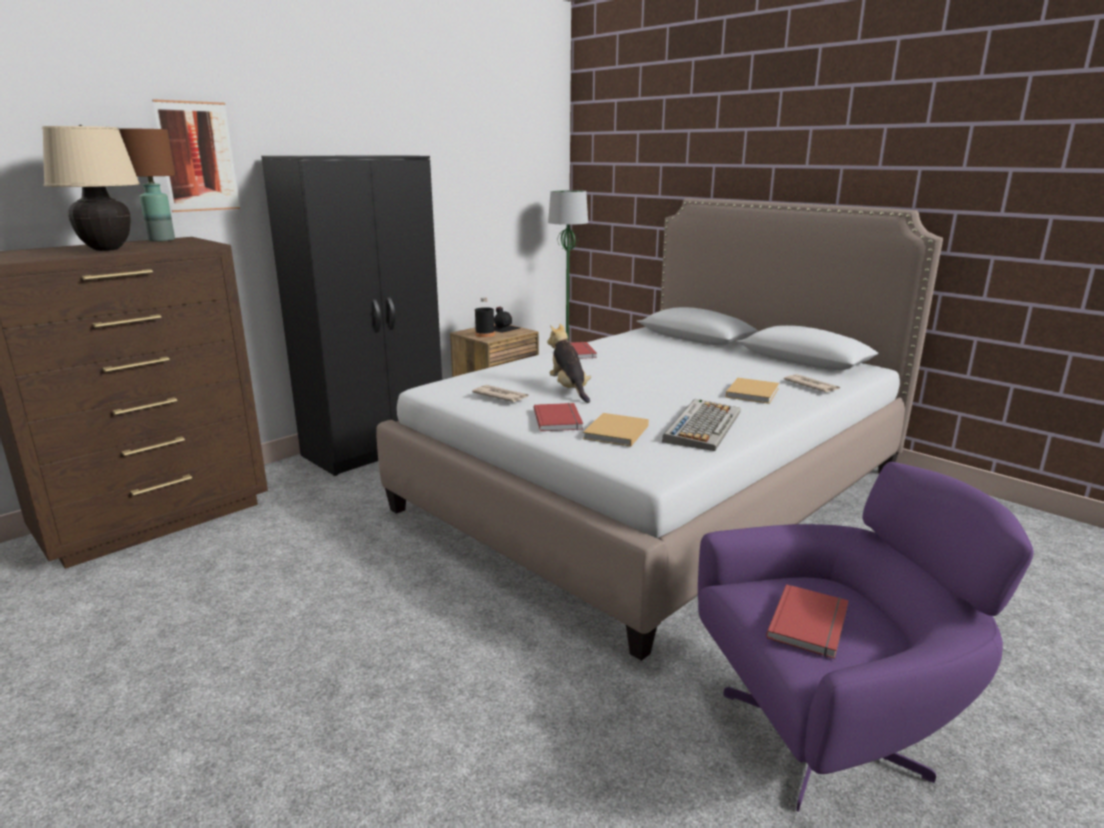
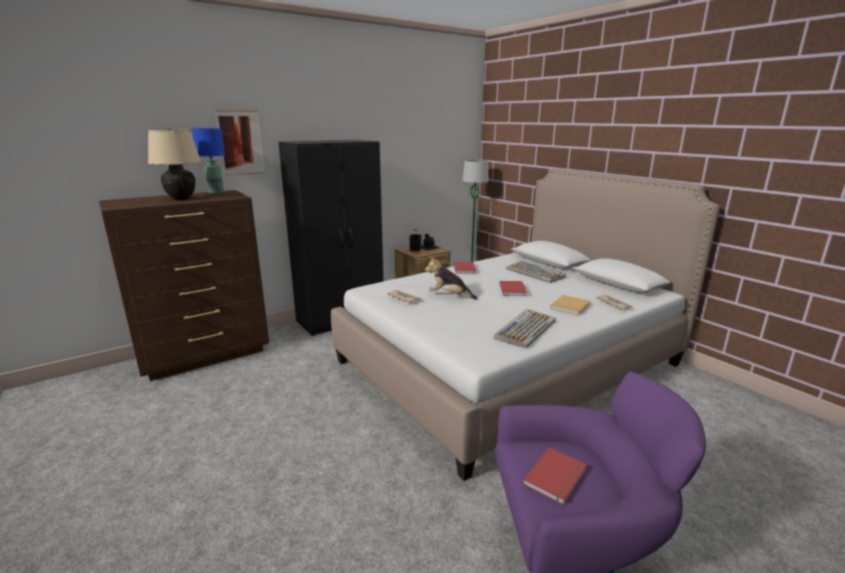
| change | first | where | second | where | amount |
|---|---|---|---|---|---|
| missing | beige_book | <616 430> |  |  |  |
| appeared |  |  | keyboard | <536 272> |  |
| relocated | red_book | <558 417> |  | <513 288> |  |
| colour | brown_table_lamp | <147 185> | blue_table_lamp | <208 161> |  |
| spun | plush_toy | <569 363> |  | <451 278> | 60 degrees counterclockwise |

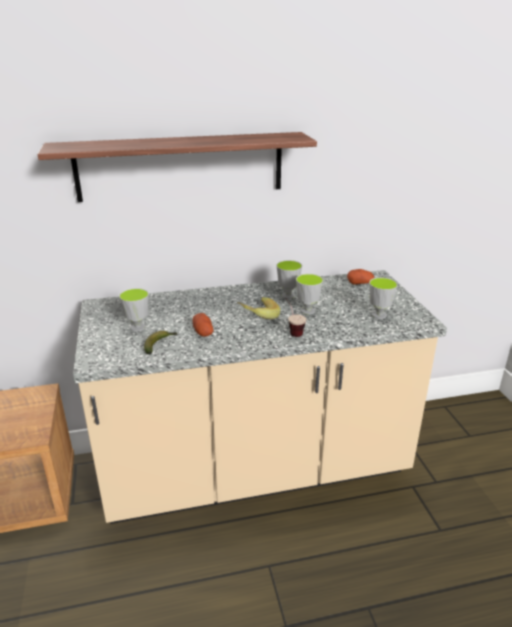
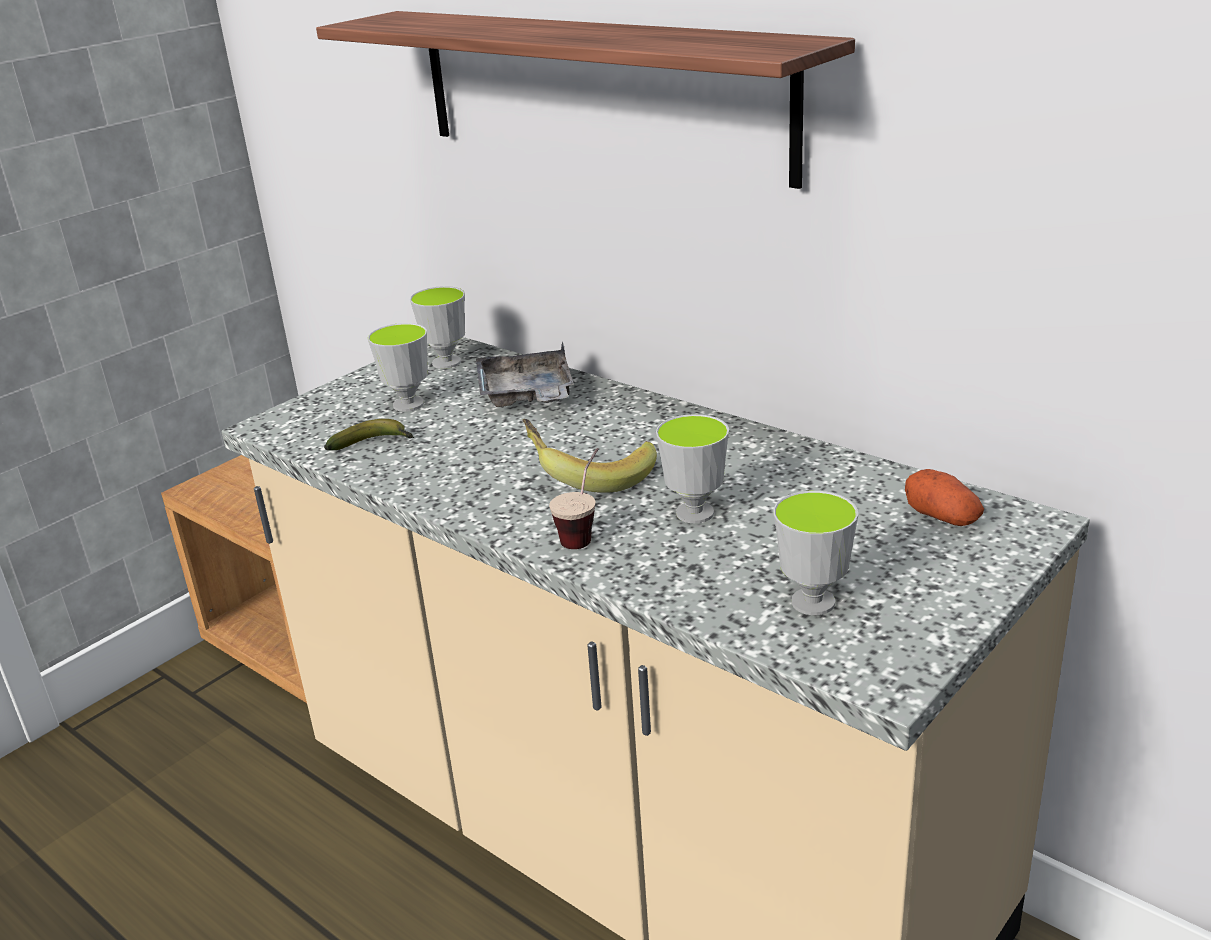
| change | first | where | second | where | amount |
|---|---|---|---|---|---|
| missing | potato | <203 325> |  |  |  |
| appeared |  |  | grey_tray | <525 374> |  |
| relocated | cup | <289 279> |  | <437 327> |  |

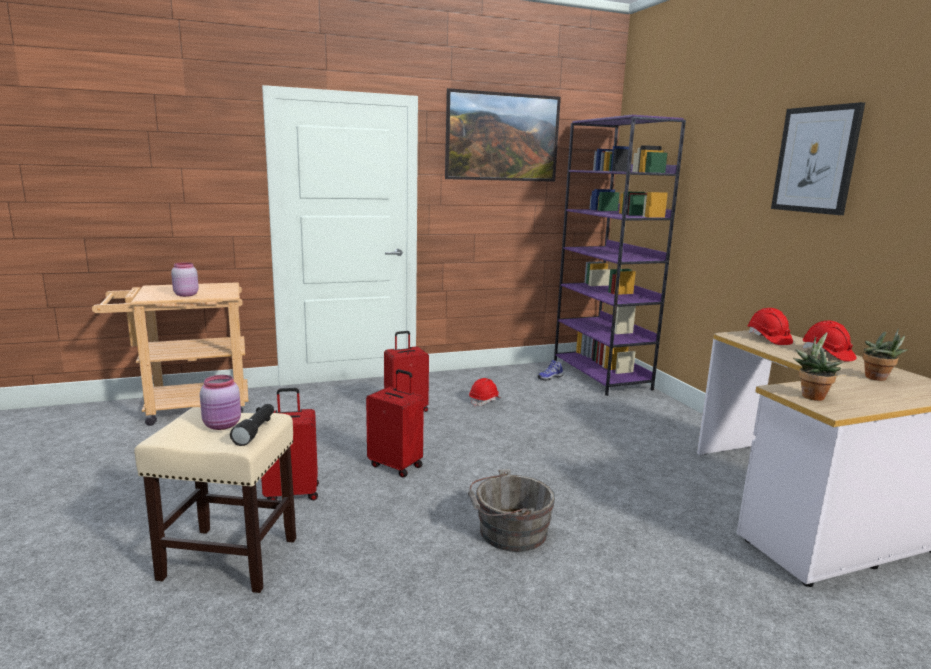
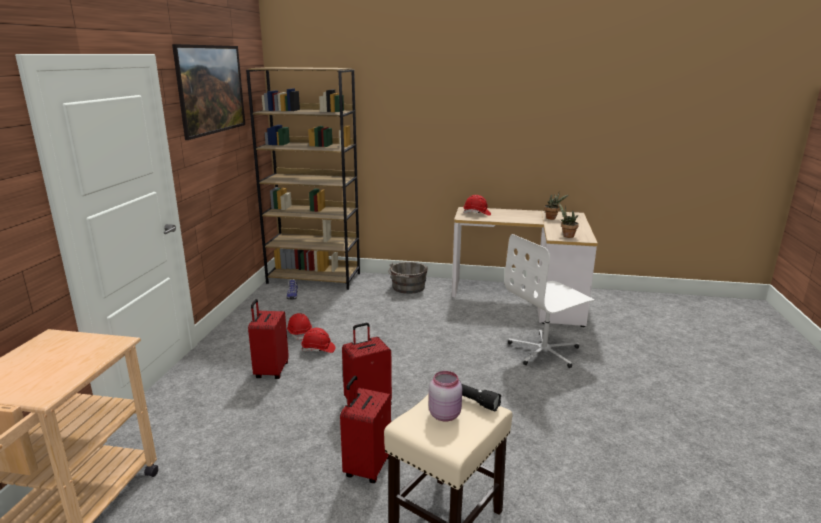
| change | first | where | second | where | amount |
|---|---|---|---|---|---|
| missing | pink_jar | <185 279> |  |  |  |
| missing | picture | <818 158> |  |  |  |
| appeared |  |  | white_office_chair | <549 301> |  |
| relocated | grey_bucket | <511 510> |  | <408 278> |  |
| relocated | red_hard_hat | <829 341> |  | <318 340> |  |
| colour | purple_bookcase | <620 255> | brown_bookcase | <303 178> |  |

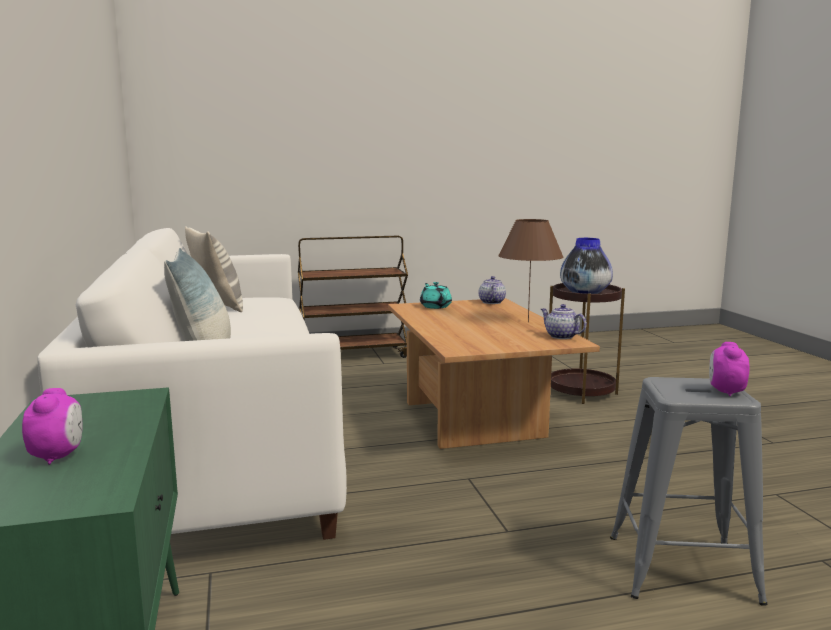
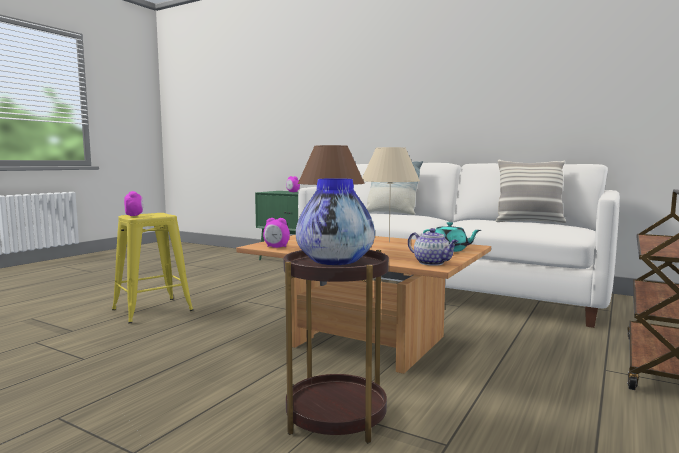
| change | first | where | second | where | amount |
|---|---|---|---|---|---|
| appeared |  |  | beige_table_lamp | <391 194> |  |
| exchanged | teapot | <564 321> | alarm_clock | <276 233> |  |
| colour | grey_stool | <688 491> | yellow_stool | <152 268> |  |

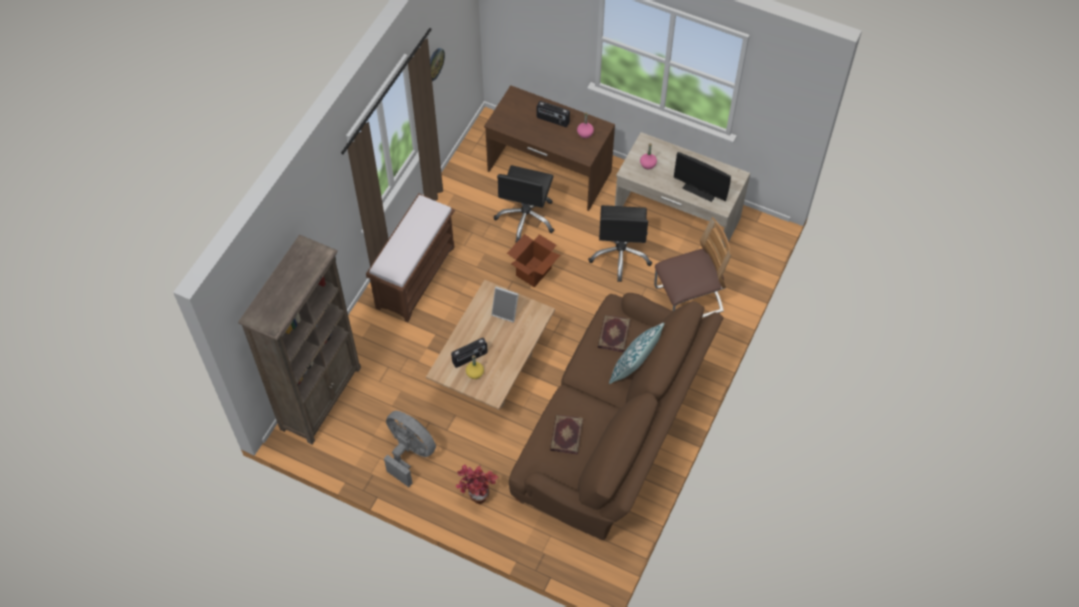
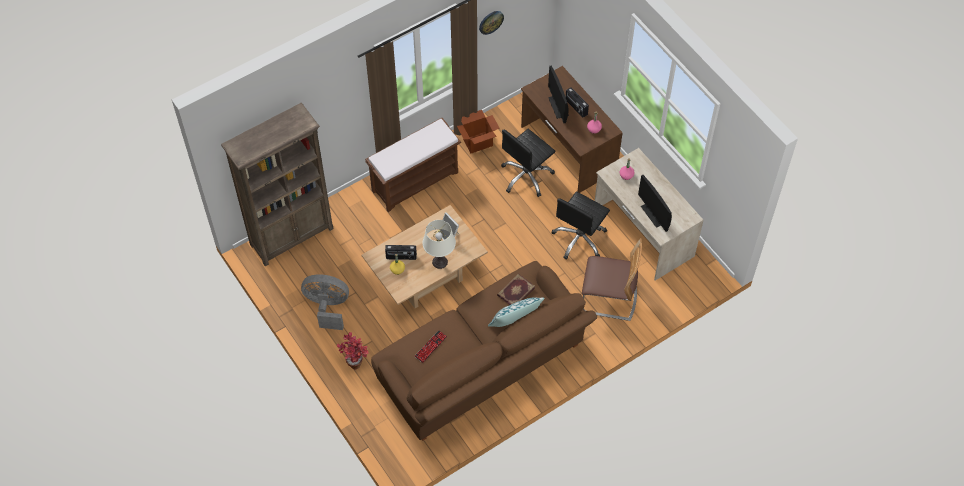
| change | first | where | second | where | amount |
|---|---|---|---|---|---|
| appeared |  |  | white_table_lamp | <439 244> |  |
| appeared |  |  | monitor | <558 94> |  |
| relocated | cardboard_box | <533 260> |  | <478 131> |  |
| exchanged | book | <566 434> | keyboard | <430 346> |  |
| spun | grey_fan | <410 449> |  | <325 302> | 60 degrees counterclockwise |

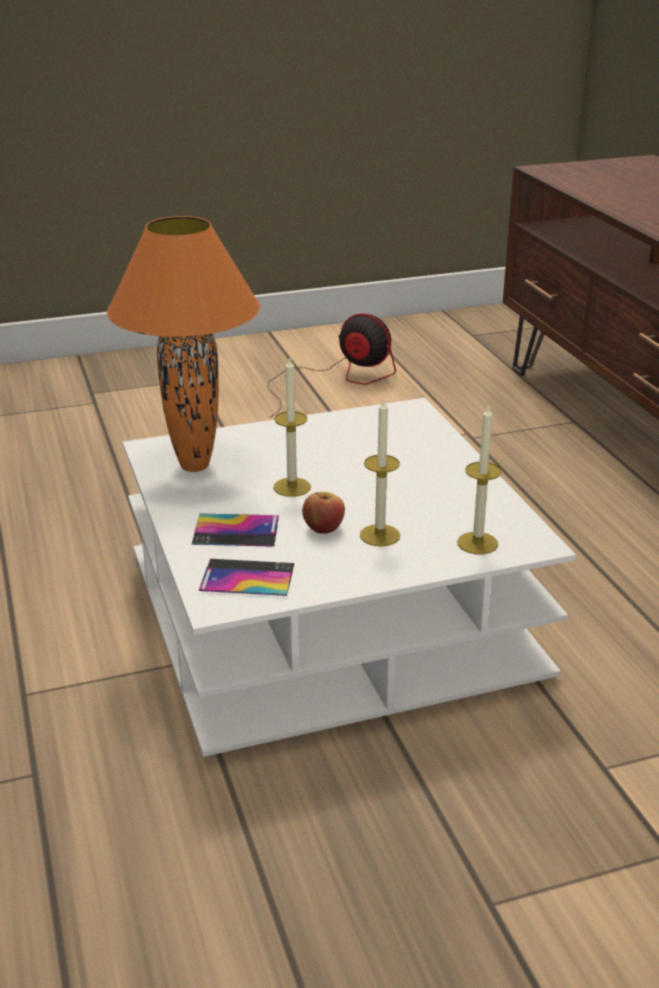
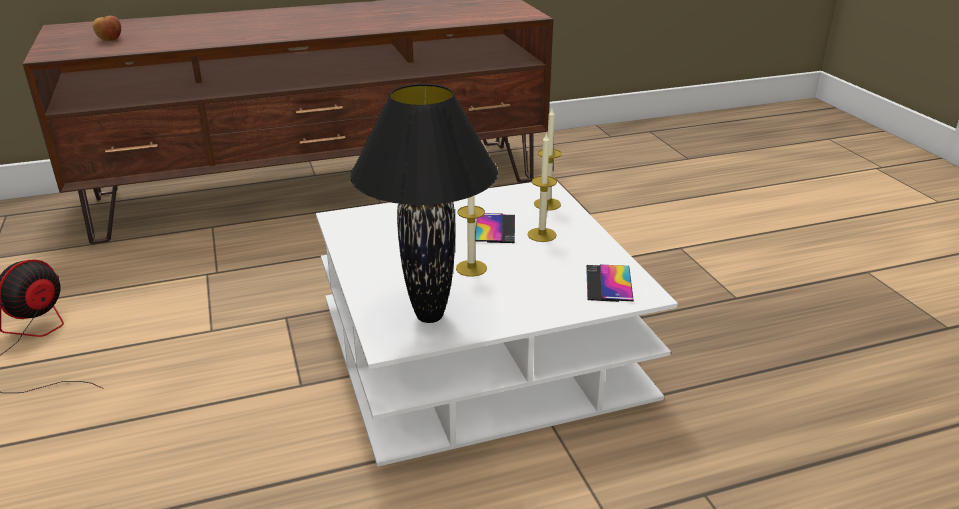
| change | first | where | second | where | amount |
|---|---|---|---|---|---|
| relocated | phone | <235 530> |  | <495 228> |  |
| relocated | apple | <323 513> |  | <107 28> |  |
| colour | orange_table_lamp | <183 344> | black_table_lamp | <424 203> |  |

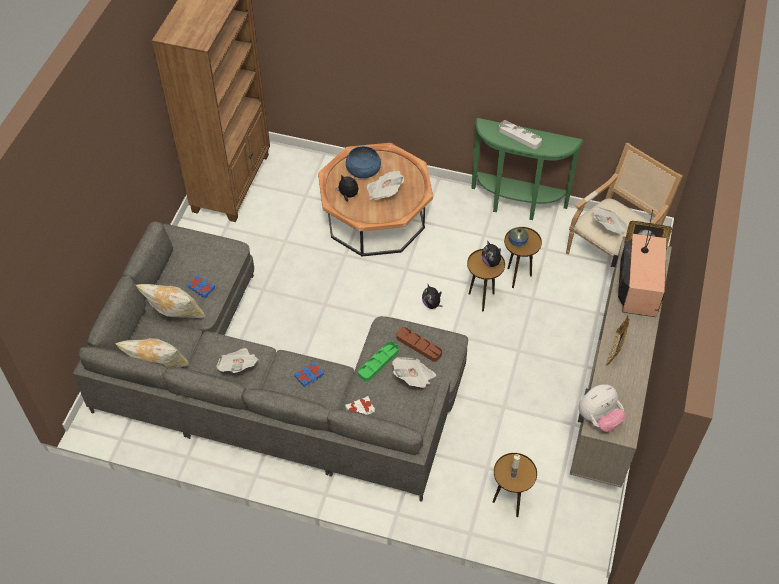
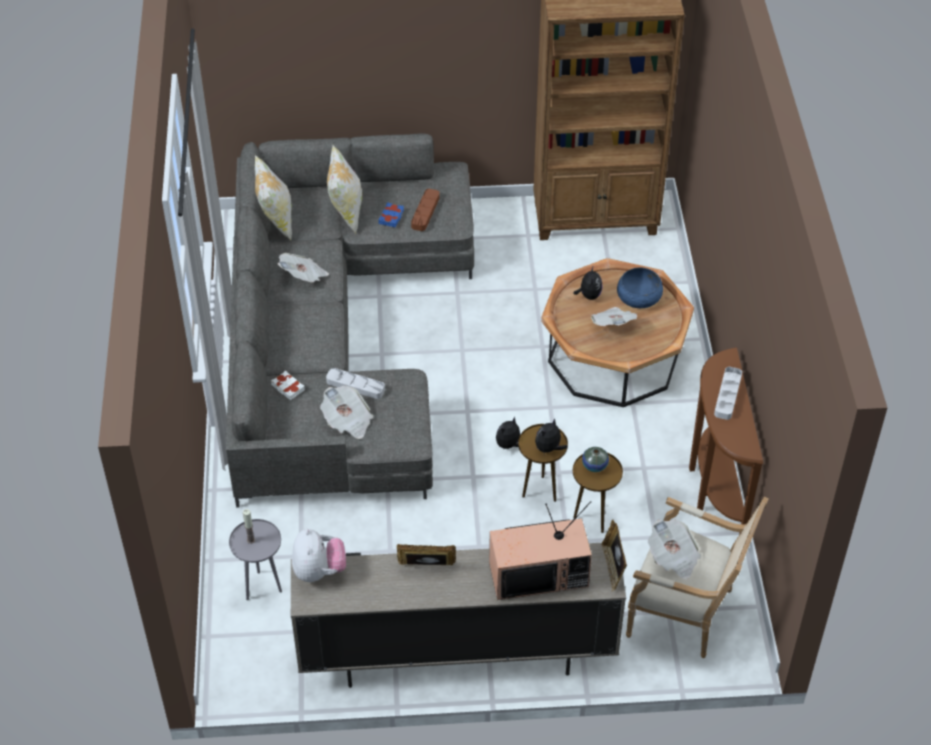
| change | first | where | second | where | amount |
|---|---|---|---|---|---|
| missing | blue_book | <309 374> |  |  |  |
| relocated | brown_tray | <419 344> |  | <425 210> |  |
| colour | green_tray | <378 361> | grey_tray | <355 383> |  |
| colour | green_console_table | <527 169> | brown_console_table | <726 441> |  |
| colour | brown_side_table | <514 485> | grey_side_table | <255 559> |  |
| spun | plush_toy | <602 408> |  | <319 555> | 135 degrees counterclockwise |

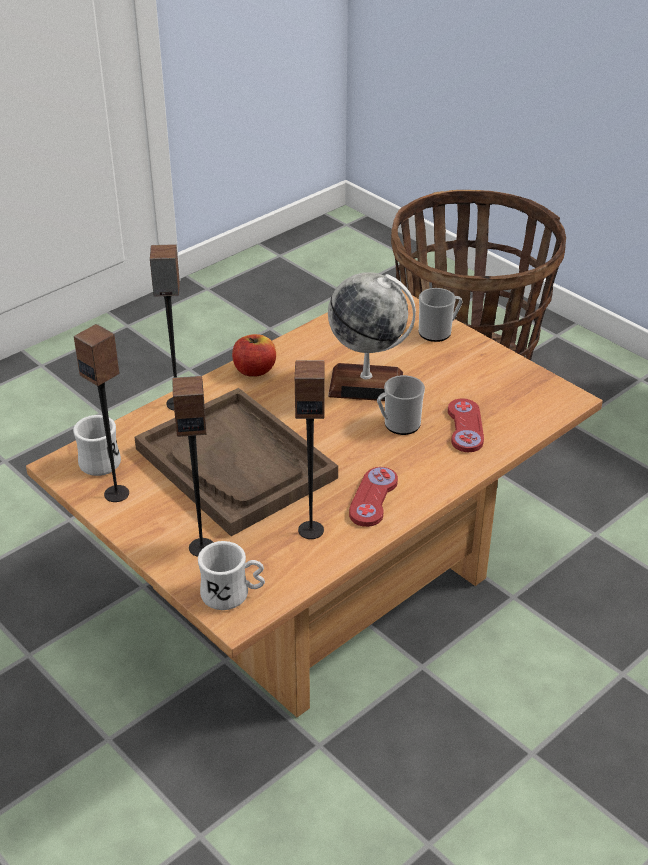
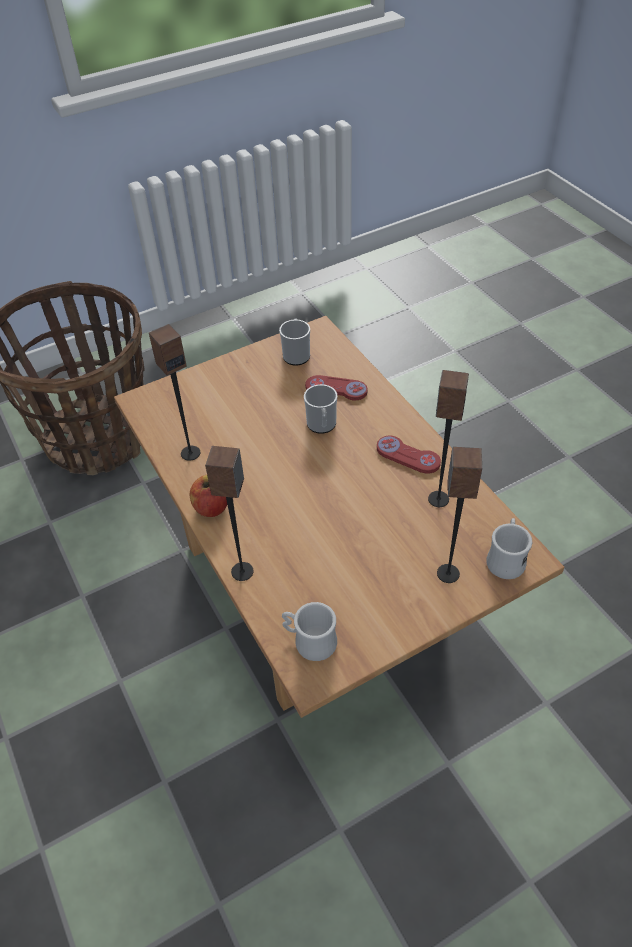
| change | first | where | second | where | amount |
|---|---|---|---|---|---|
| missing | brown_tray | <236 462> |  |  |  |
| missing | globe | <372 336> |  |  |  |
| relocated | speaker | <101 413> |  | <174 392> |  |
| relocated | mug | <440 315> |  | <294 342> |  |

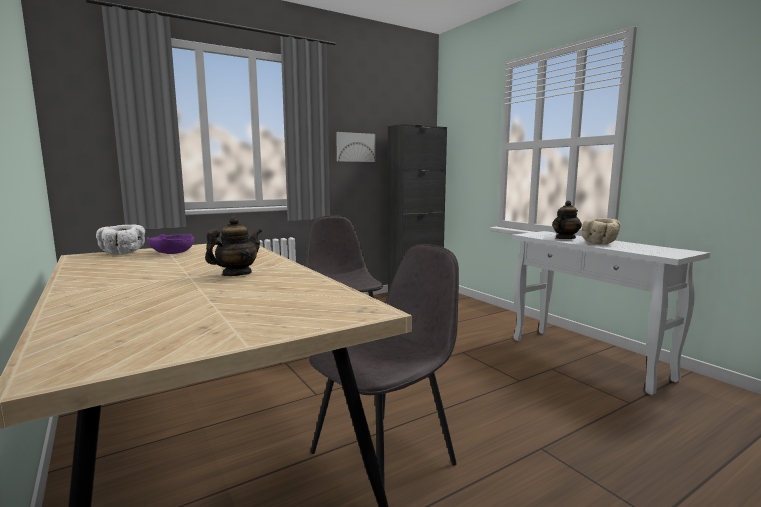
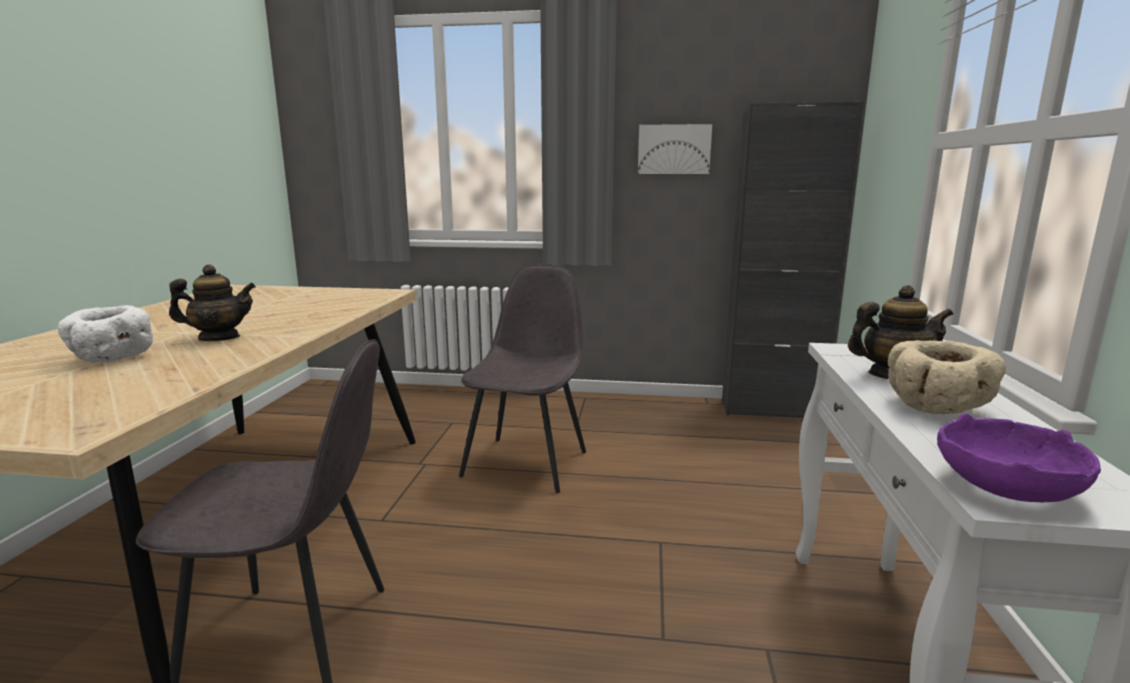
| change | first | where | second | where | amount |
|---|---|---|---|---|---|
| relocated | white_bowl | <120 239> |  | <105 334> |  |
| relocated | purple_bowl | <170 243> |  | <1019 457> |  |

